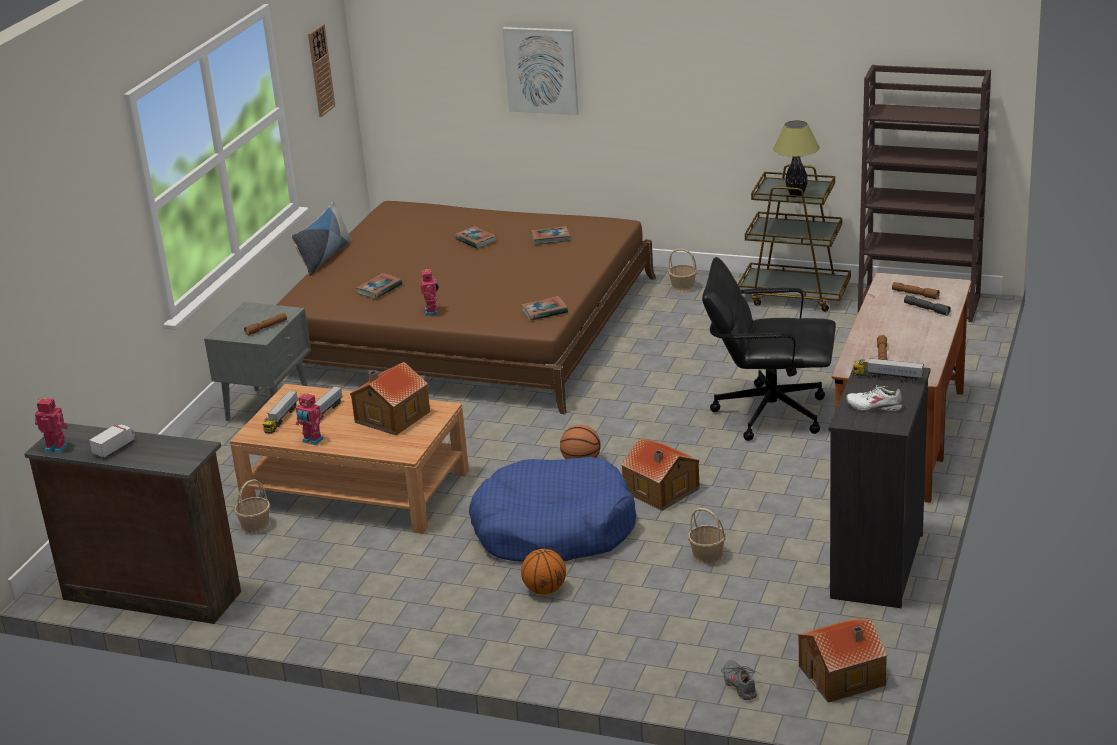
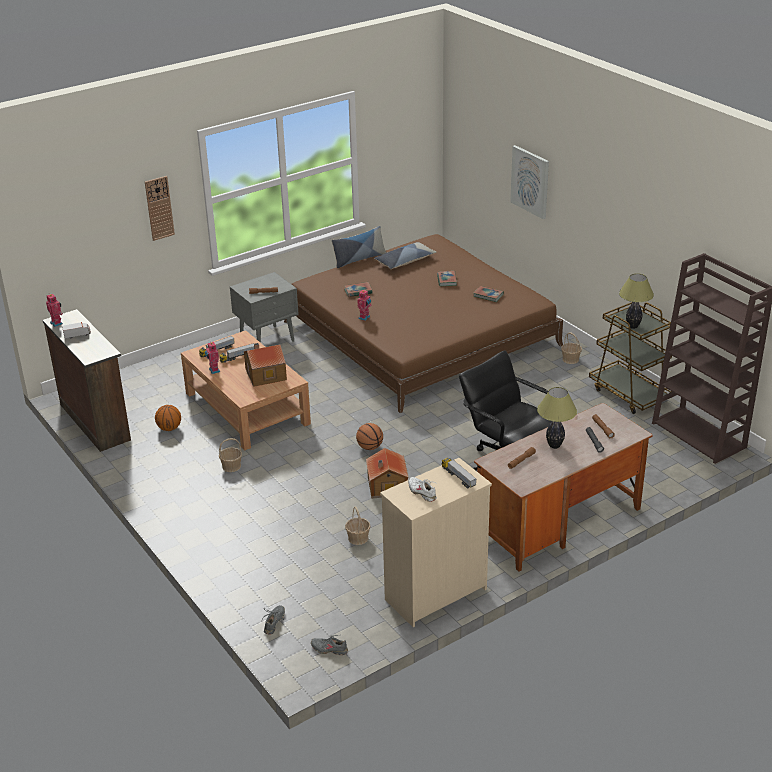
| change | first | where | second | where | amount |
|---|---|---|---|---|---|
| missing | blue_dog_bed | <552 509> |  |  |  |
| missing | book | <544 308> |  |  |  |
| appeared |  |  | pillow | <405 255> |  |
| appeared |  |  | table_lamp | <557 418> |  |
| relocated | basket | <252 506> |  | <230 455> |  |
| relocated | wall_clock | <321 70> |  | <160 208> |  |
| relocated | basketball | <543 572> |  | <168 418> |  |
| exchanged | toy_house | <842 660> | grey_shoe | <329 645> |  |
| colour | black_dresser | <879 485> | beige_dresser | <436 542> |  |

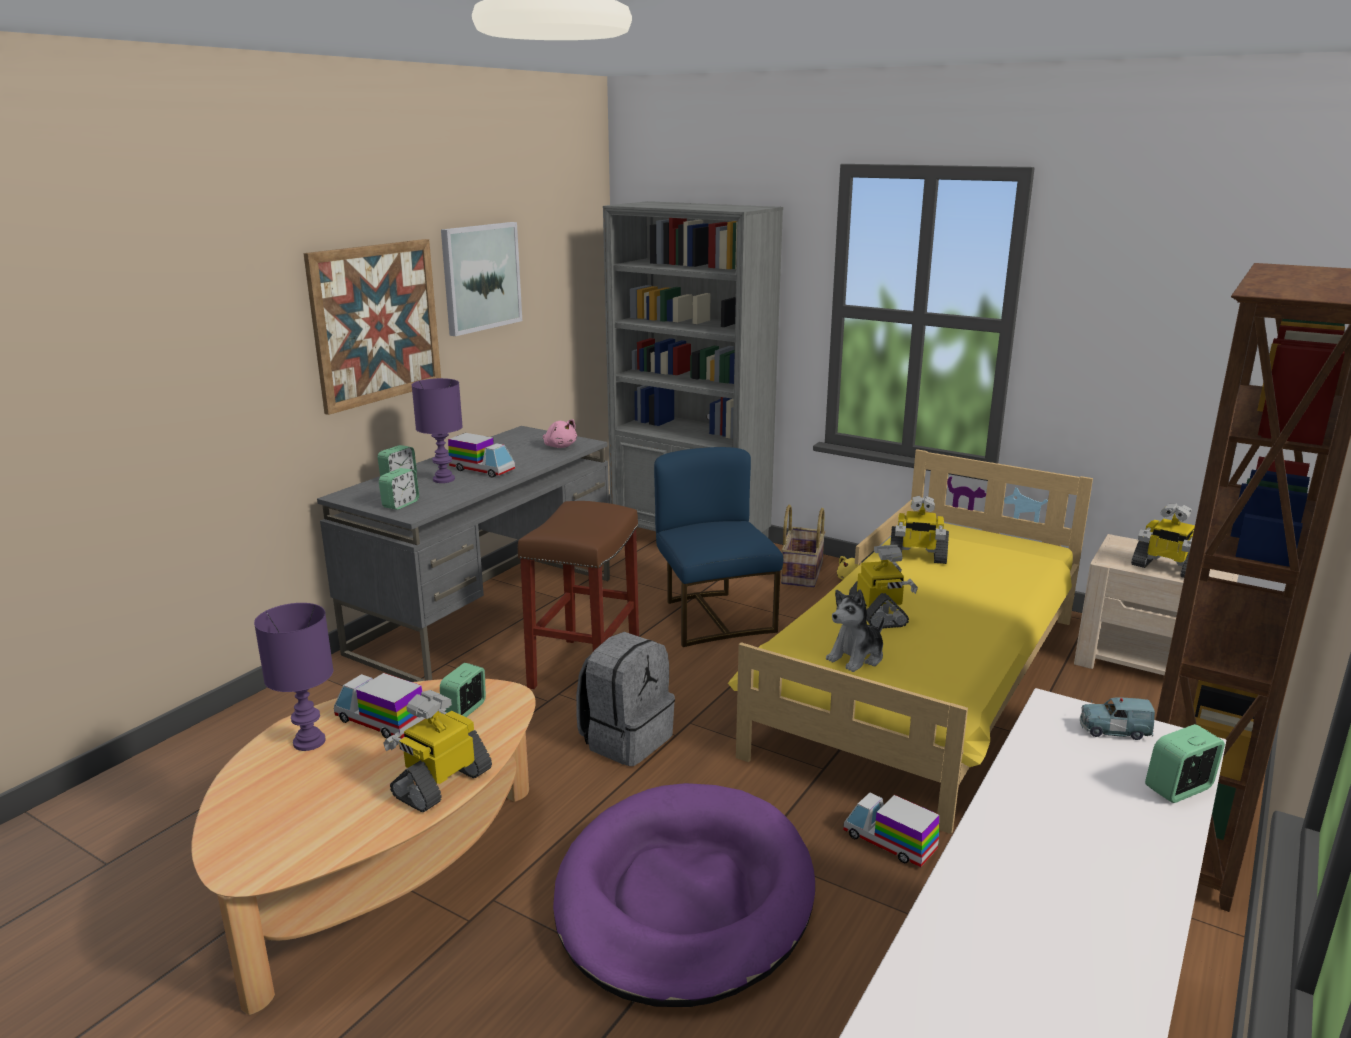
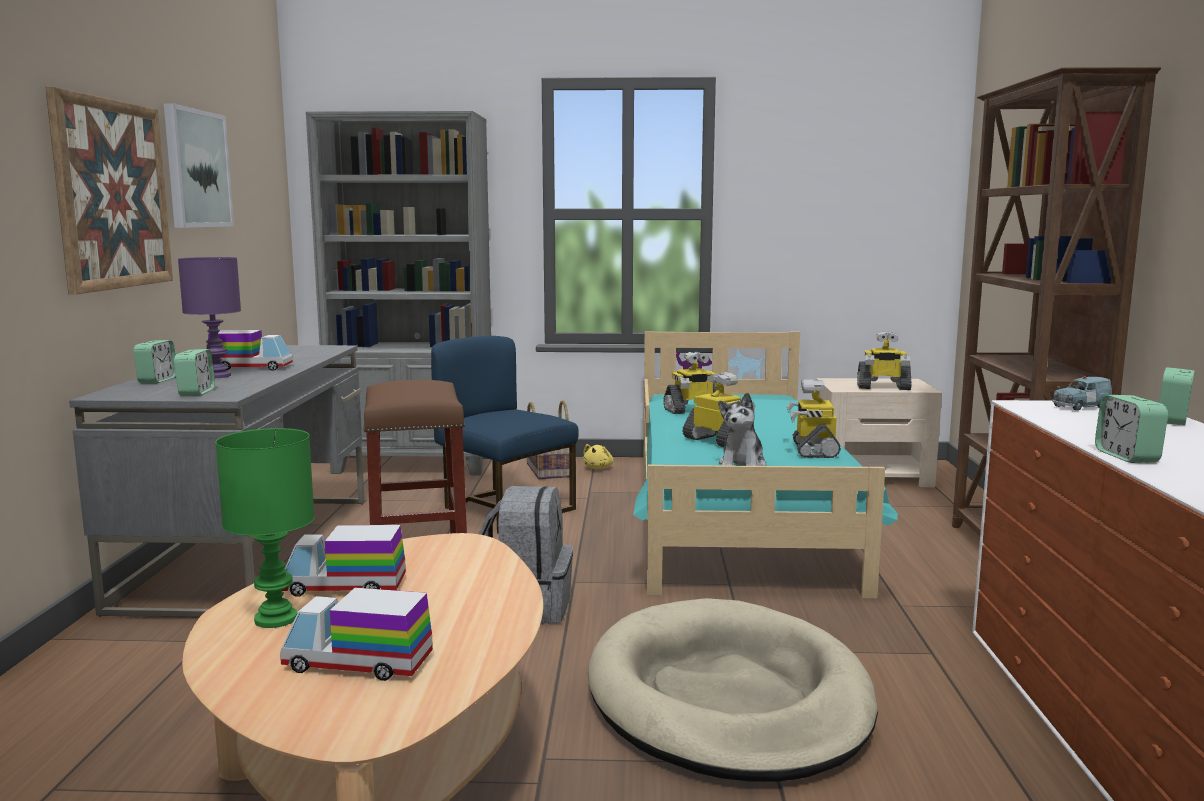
| change | first | where | second | where | amount |
|---|---|---|---|---|---|
| missing | pink_plush_toy | <560 433> |  |  |  |
| relocated | toy_robot | <437 751> |  | <814 419> |  |
| relocated | alarm_clock | <463 690> |  | <1131 429> |  |
| relocated | toy_truck | <891 829> |  | <356 634> |  |
| colour | purple_table_lamp | <293 677> | green_table_lamp | <265 528> |  |
| colour | purple_dog_bed | <684 895> | beige_dog_bed | <733 690> |  |
| colour | yellow_bed | <910 641> | turquoise_bed | <765 464> |  |

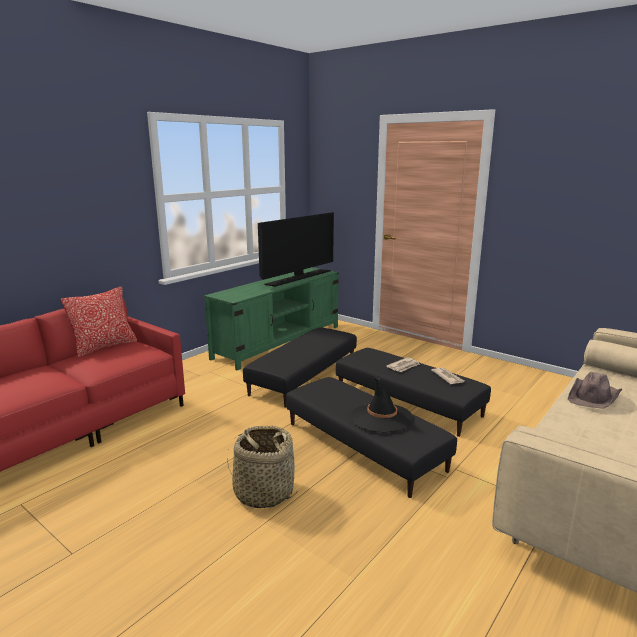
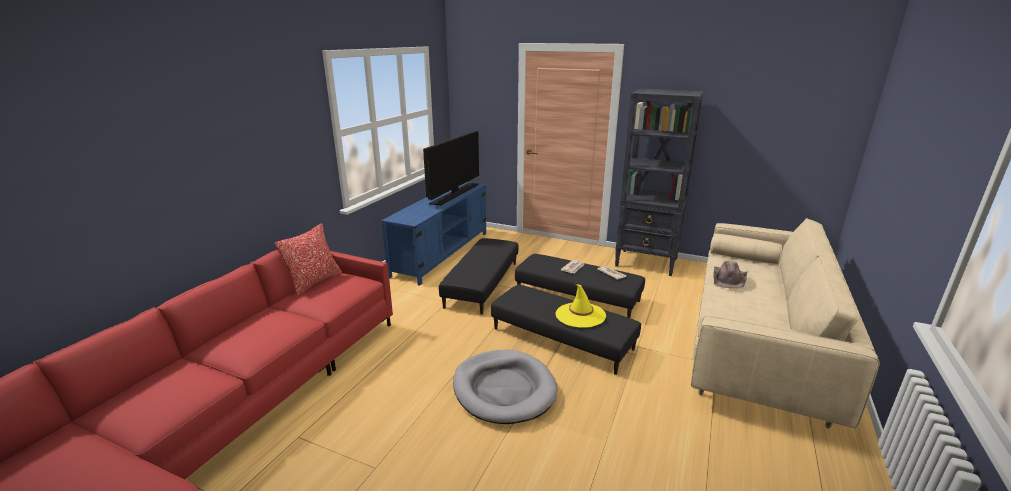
| change | first | where | second | where | amount |
|---|---|---|---|---|---|
| appeared |  |  | black_bookcase | <659 182> |  |
| exchanged | basket | <262 467> | grey_dog_bed | <505 387> |  |
| colour | green_tv_stand | <271 318> | blue_tv_stand | <433 234> |  |
| colour | black_hat | <382 404> | yellow_hat | <580 306> |  |

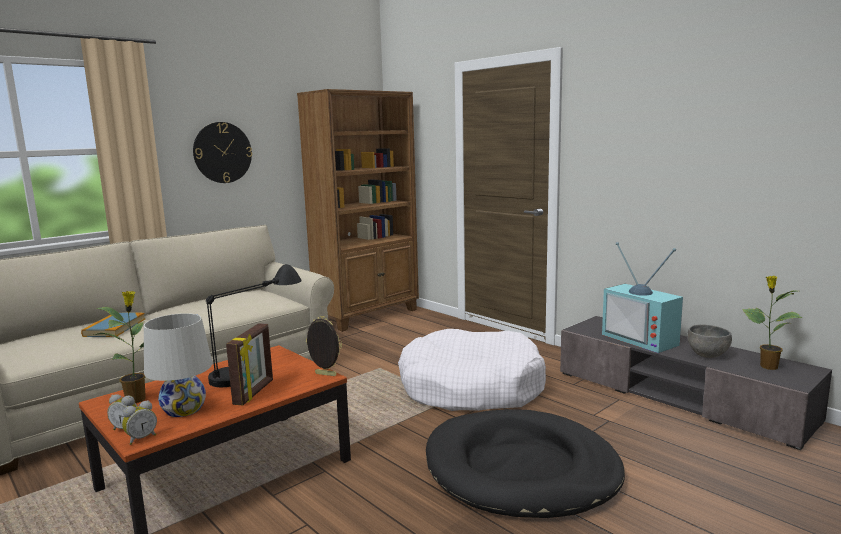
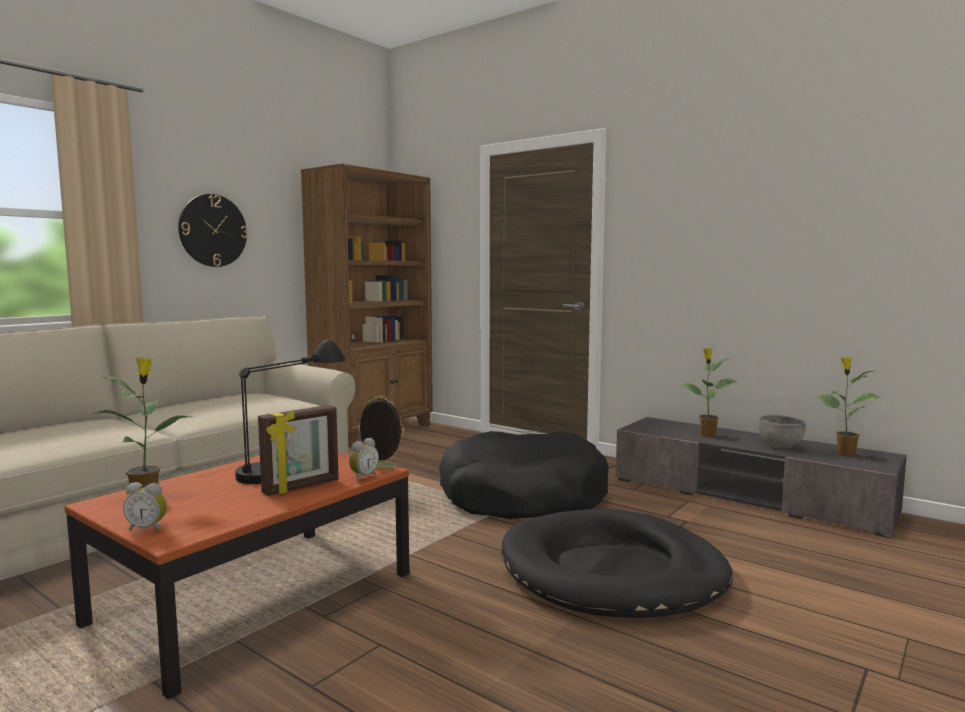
| change | first | where | second | where | amount |
|---|---|---|---|---|---|
| missing | book | <113 325> |  |  |  |
| missing | white_table_lamp | <178 365> |  |  |  |
| relocated | alarm_clock | <139 422> |  | <364 459> |  |
| exchanged | television | <642 297> | potted_plant | <709 392> |  |
| colour | white_dog_bed | <472 370> | black_dog_bed | <524 475> |  |
| spun | picture_frame | <249 364> |  | <298 450> | 45 degrees clockwise |

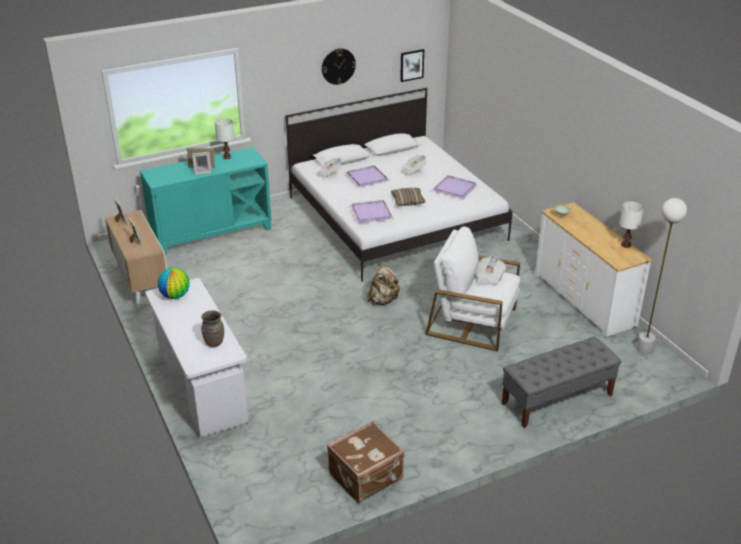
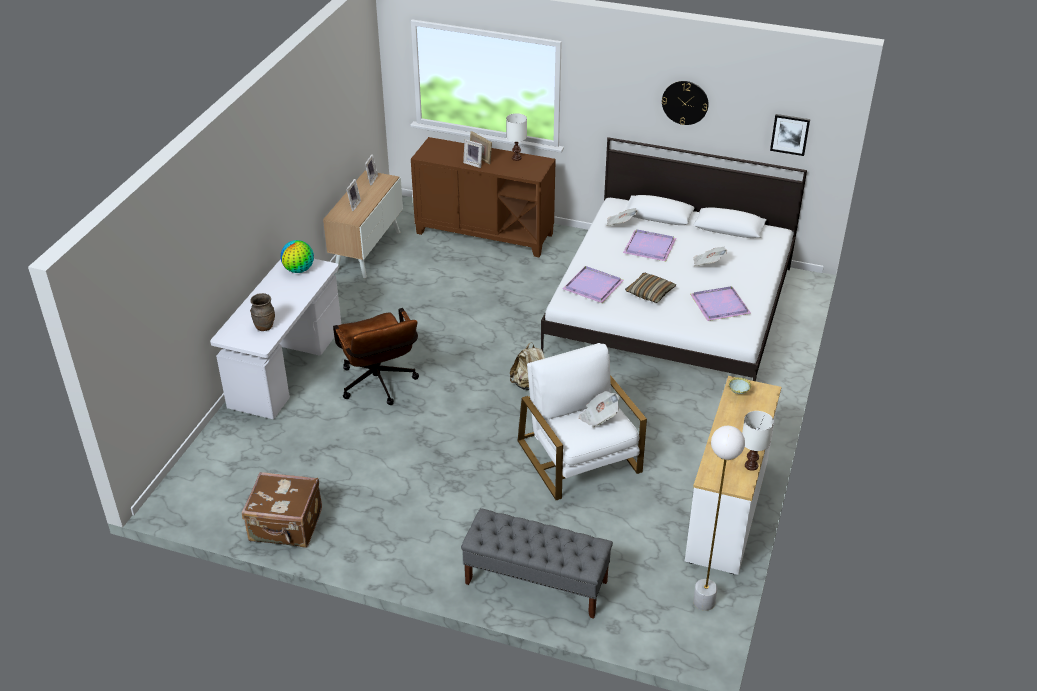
| change | first | where | second | where | amount |
|---|---|---|---|---|---|
| appeared |  |  | brown_office_chair | <376 356> |  |
| colour | turquoise_cabinet | <206 201> | brown_cabinet | <483 197> |  |

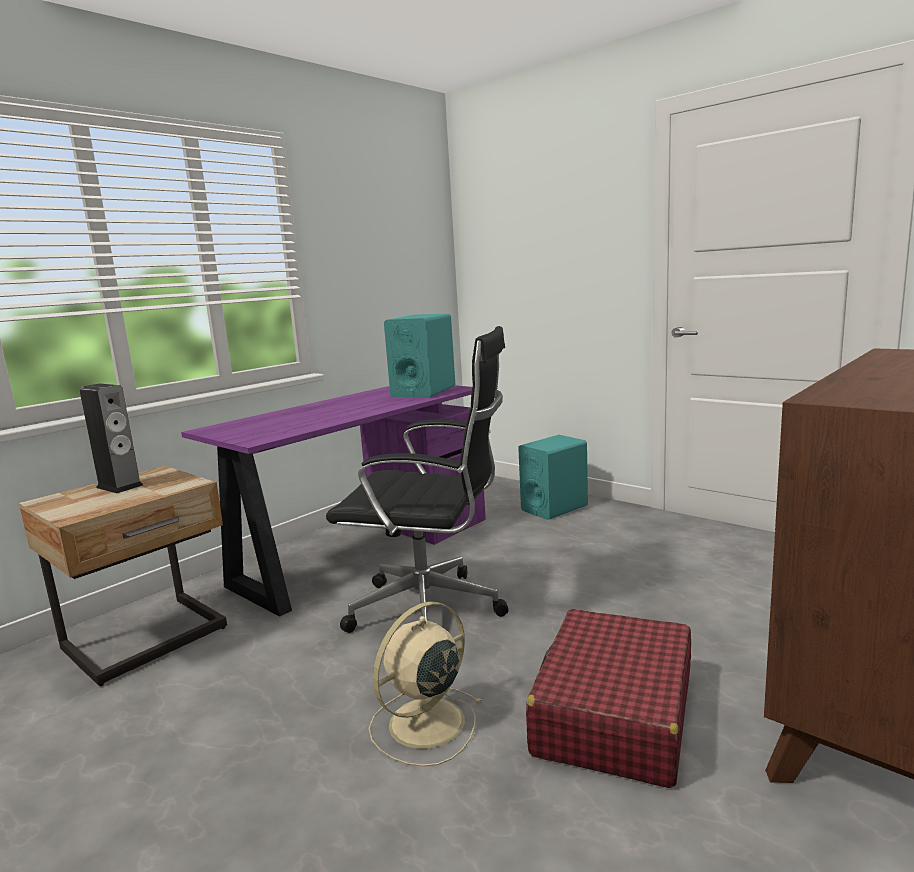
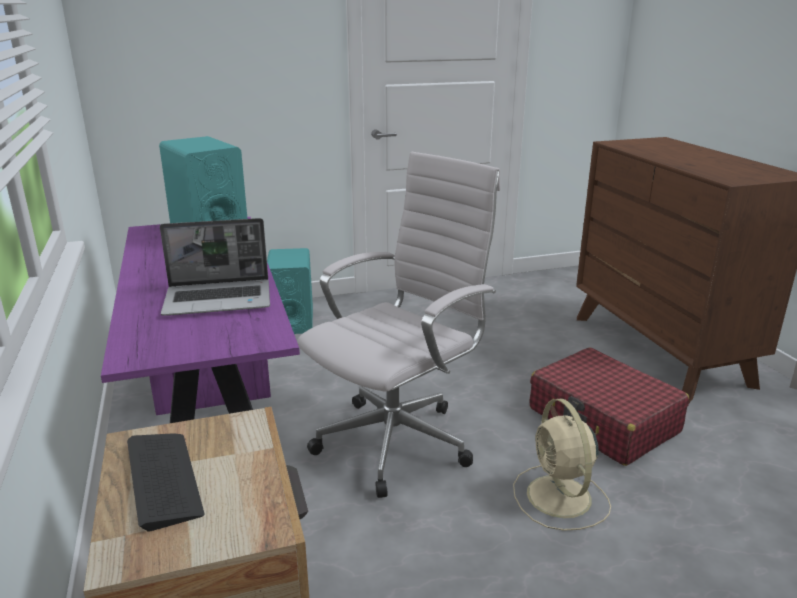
| change | first | where | second | where | amount |
|---|---|---|---|---|---|
| appeared |  |  | laptop | <215 267> |  |
| exchanged | speaker | <111 438> | keyboard | <165 482> |  |
| colour | black_office_chair | <417 479> | white_office_chair | <398 325> |  |

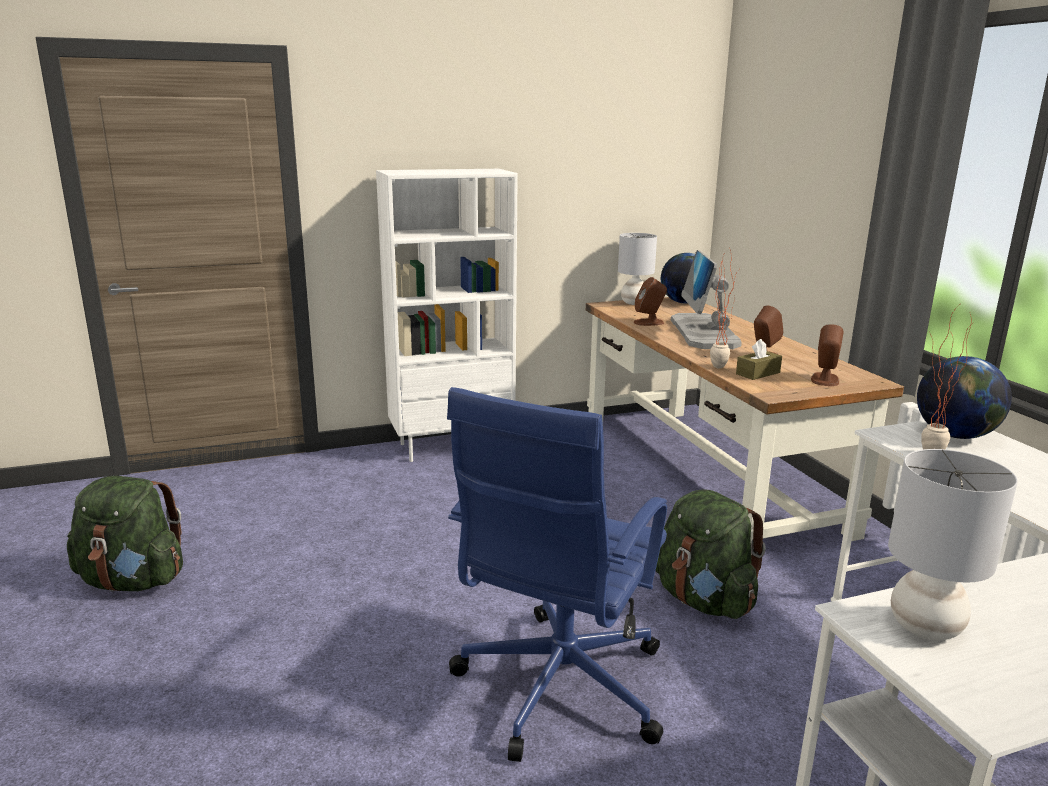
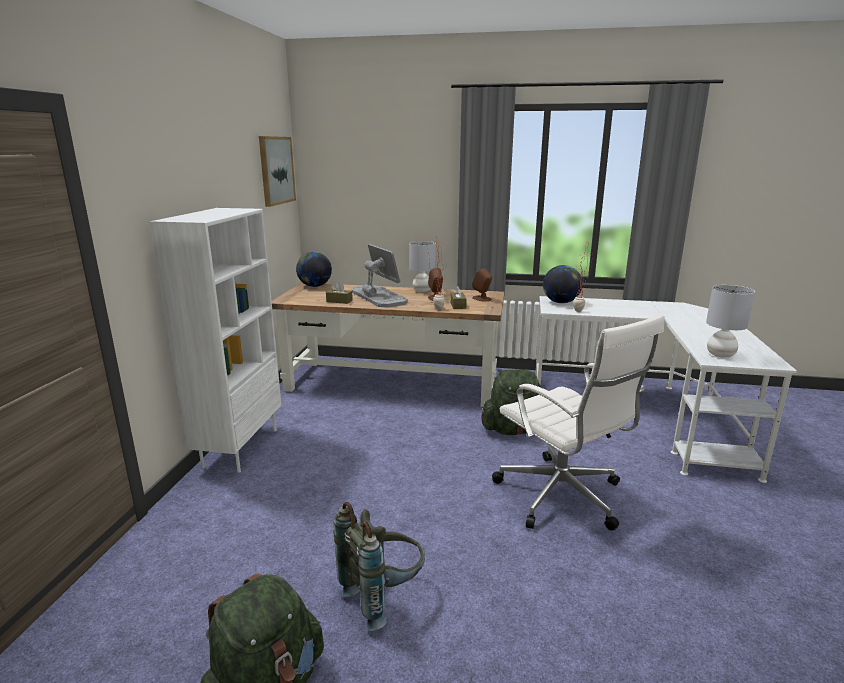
| change | first | where | second | where | amount |
|---|---|---|---|---|---|
| appeared |  |  | picture | <277 171> |  |
| appeared |  |  | grey_backpack | <379 566> |  |
| relocated | grey_table_lamp | <637 269> |  | <422 266> |  |
| exchanged | brown_speaker | <650 301> | brown_tissue_box | <339 293> |  |
| colour | blue_office_chair | <557 574> | white_office_chair | <578 422> |  |
| spun | monitor | <706 299> |  | <379 276> | 150 degrees counterclockwise |

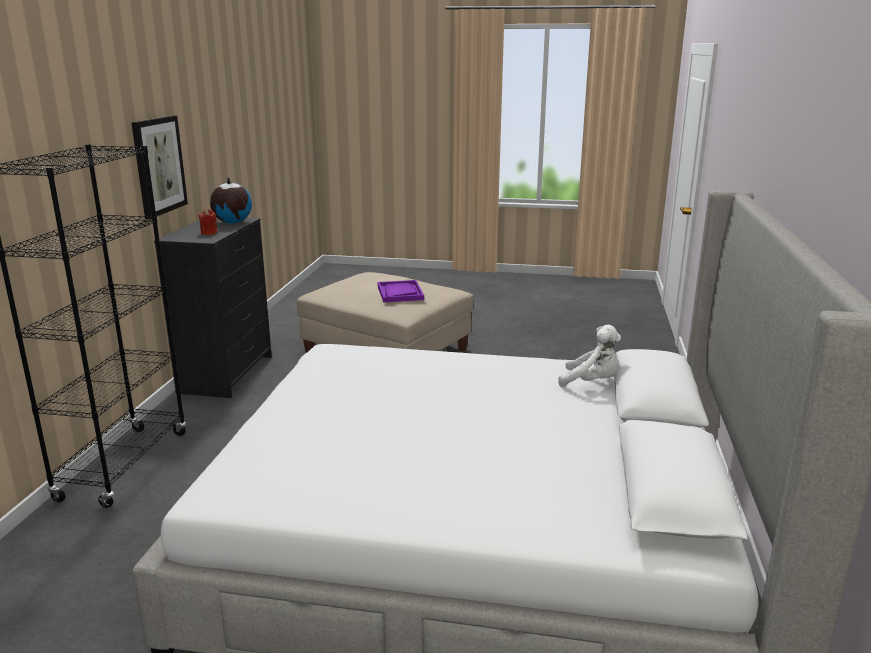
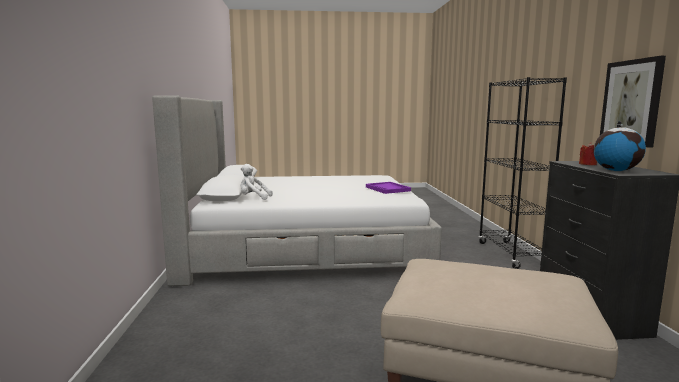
| change | first | where | second | where | amount |
|---|---|---|---|---|---|
| relocated | purple_tray | <401 291> |  | <388 188> |  |

